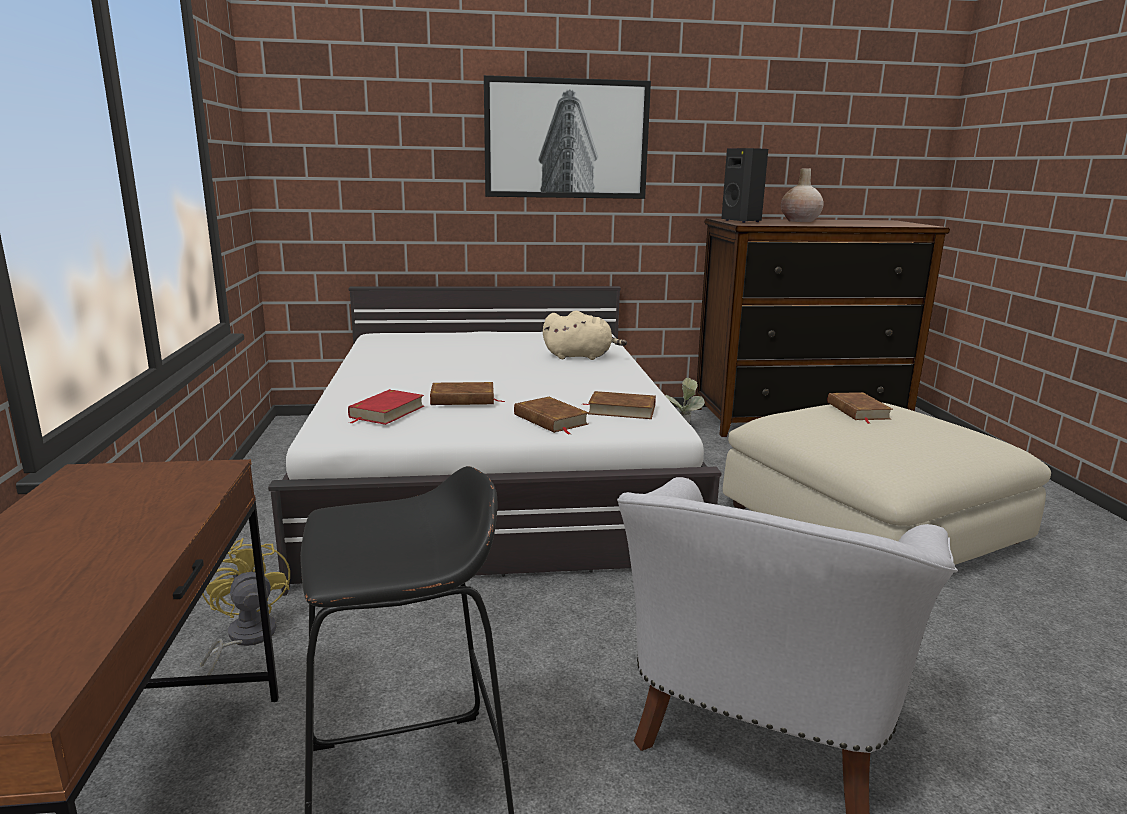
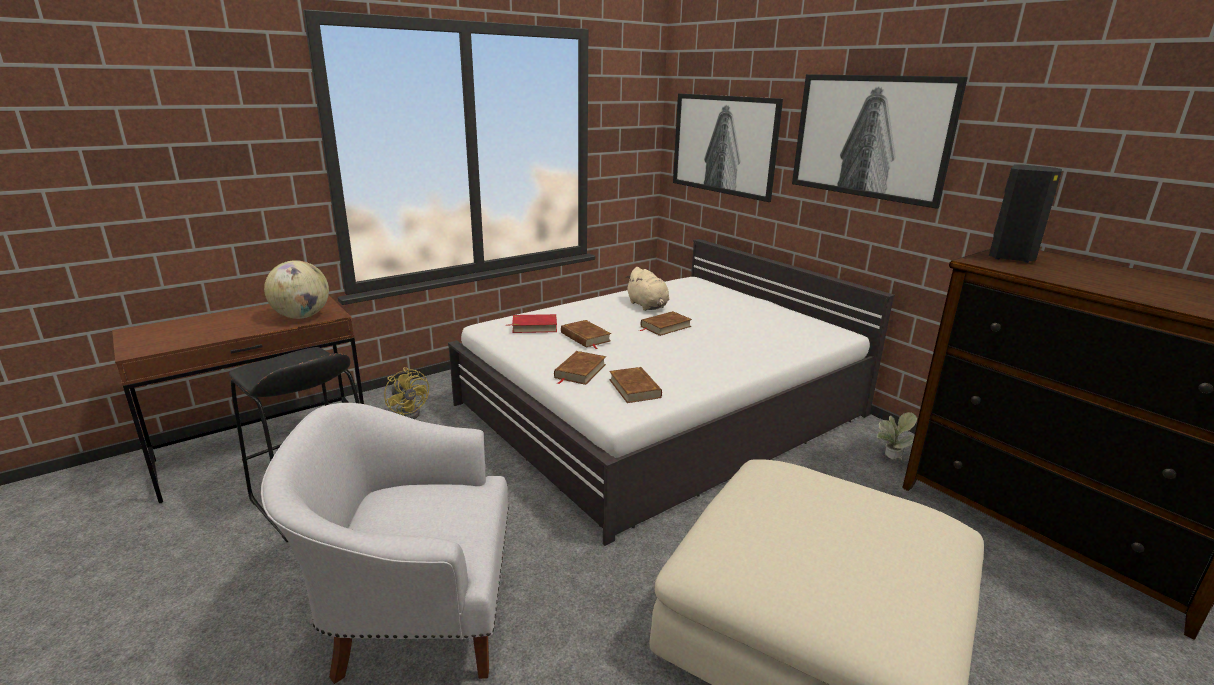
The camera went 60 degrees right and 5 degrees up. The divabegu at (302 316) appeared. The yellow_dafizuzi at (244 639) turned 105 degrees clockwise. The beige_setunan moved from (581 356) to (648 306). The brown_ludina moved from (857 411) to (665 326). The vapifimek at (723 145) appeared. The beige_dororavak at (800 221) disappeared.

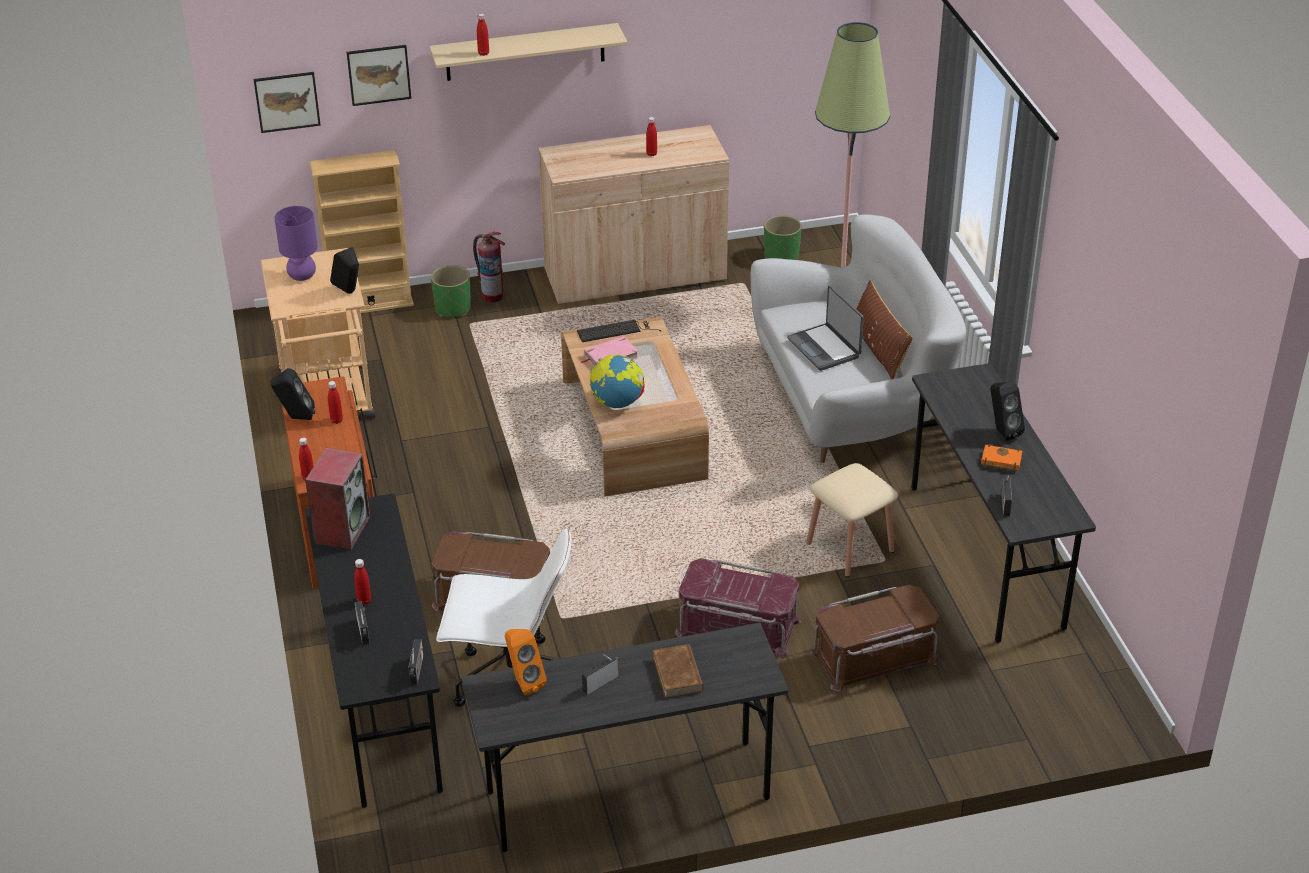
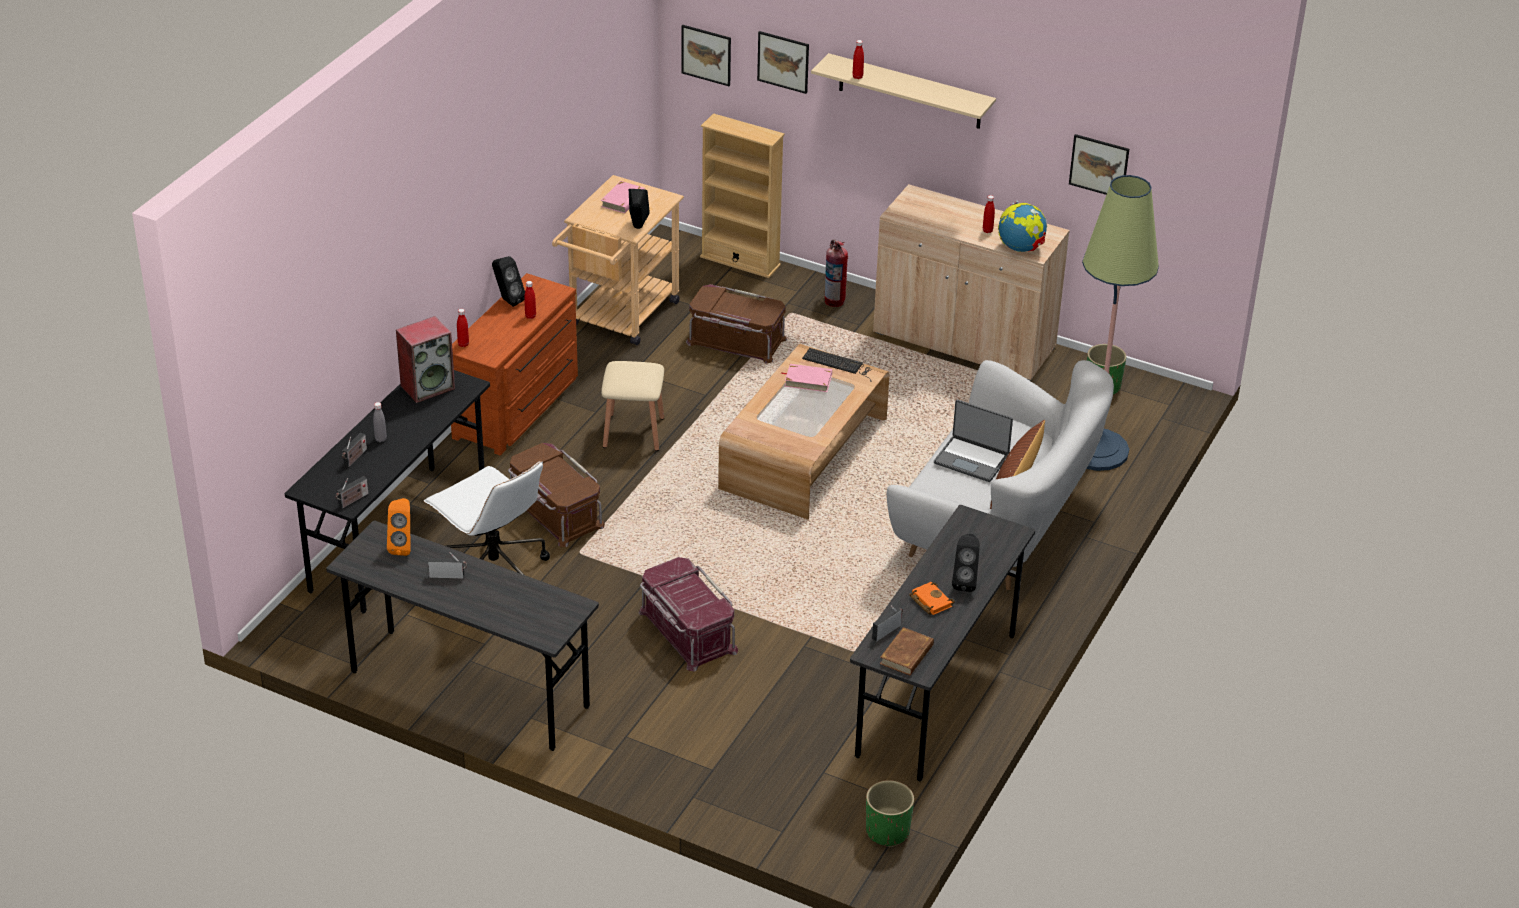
The camera went 40 degrees right and 0 degrees up. The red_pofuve at (364 601) became the grey_pofuve at (380 439). The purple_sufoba at (302 276) was replaced by the pink_ludina at (623 200). The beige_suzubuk moved from (850 547) to (633 432). The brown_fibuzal moved from (874 657) to (736 342). The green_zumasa moved from (453 308) to (888 831). The brown_ludina moved from (678 674) to (907 654). The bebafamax at (825 348) turned 75 degrees counterclockwise. The divabegu moved from (617 403) to (1021 248). The vapifimek at (1099 166) appeared.

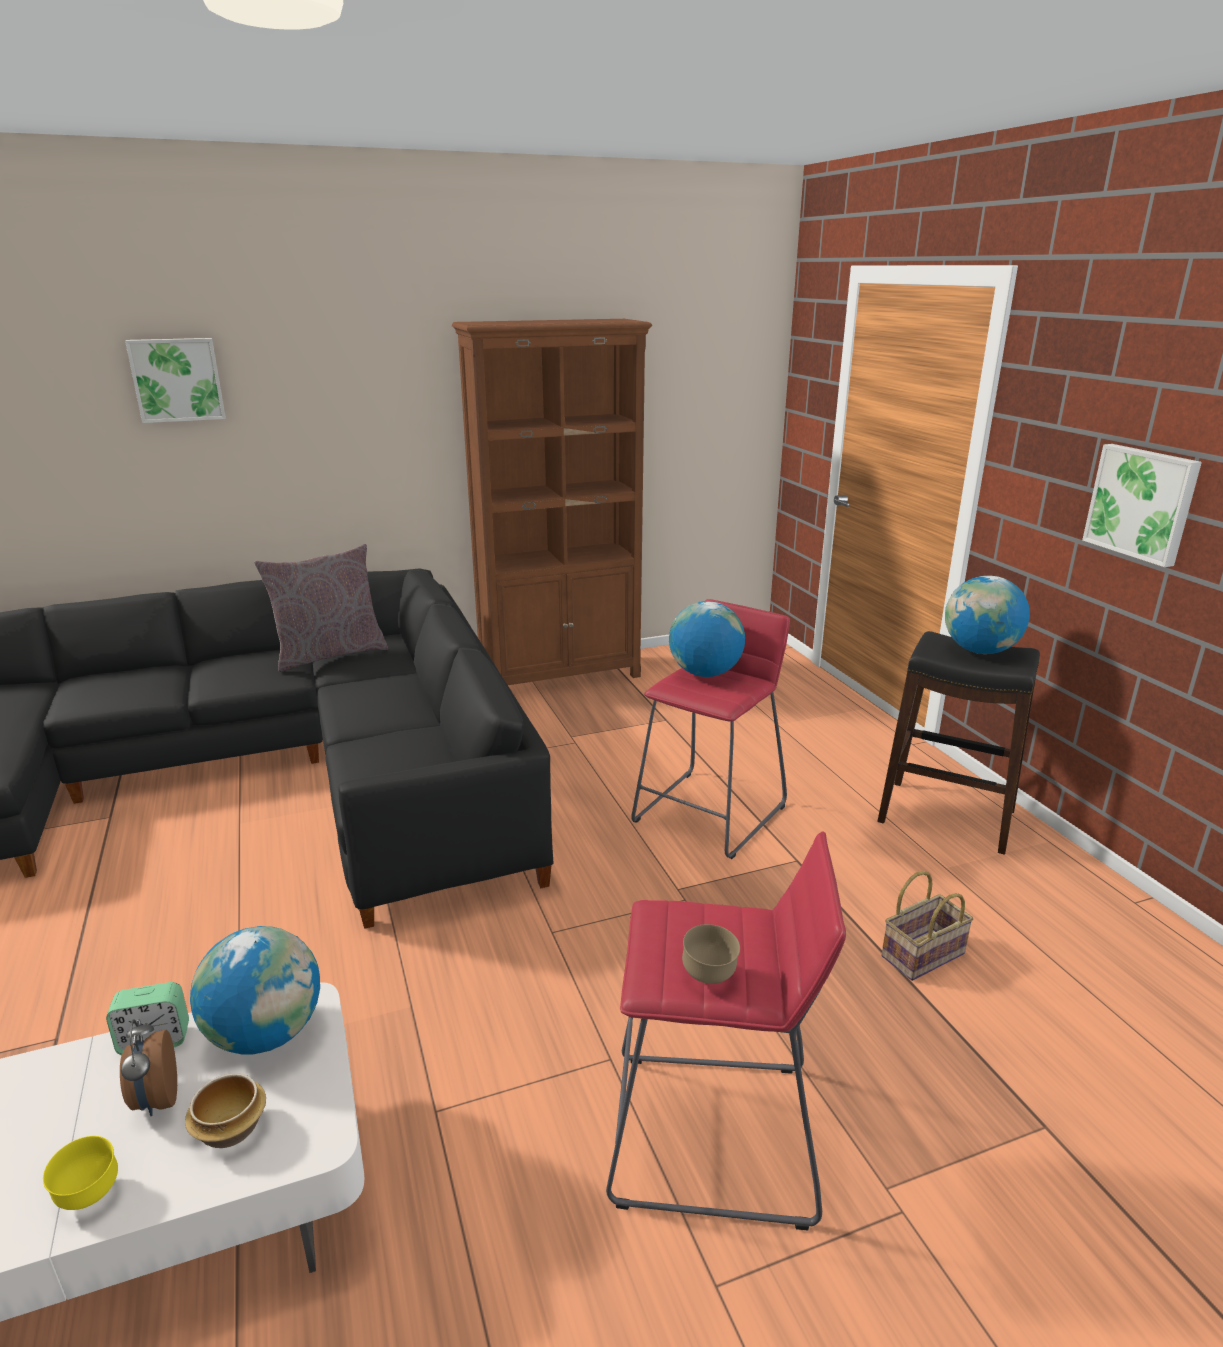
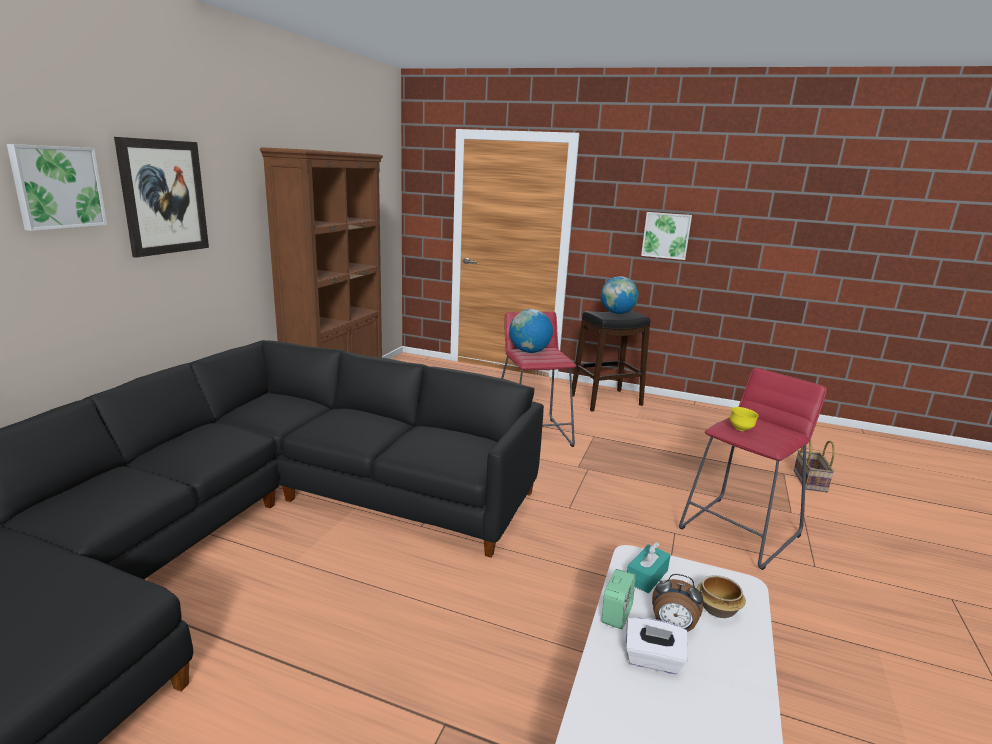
The camera went 50 degrees left and 5 degrees down. The vapifimek at (164 197) appeared. The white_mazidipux at (653 660) appeared. The divabegu at (266 1034) was replaced by the turquoise_mazidipux at (646 576). The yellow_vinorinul moved from (90 1196) to (741 429). The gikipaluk moved from (923 953) to (808 480). The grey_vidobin at (330 654) disappeared. The brown_vinorinul at (709 977) disappeared.

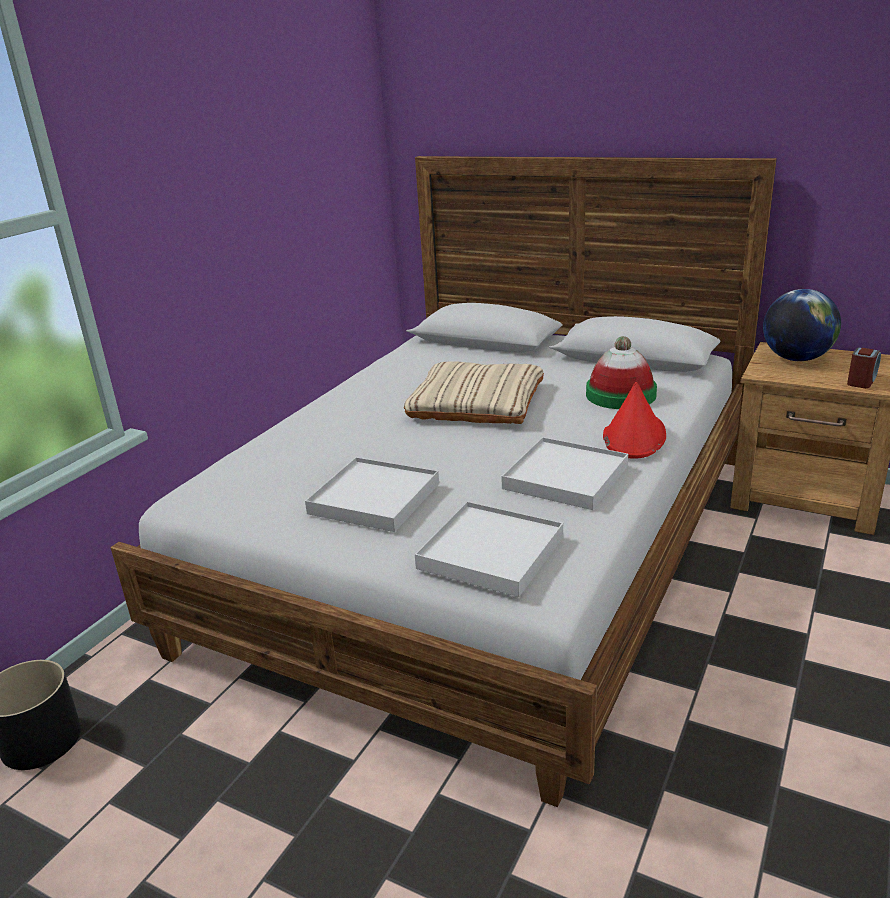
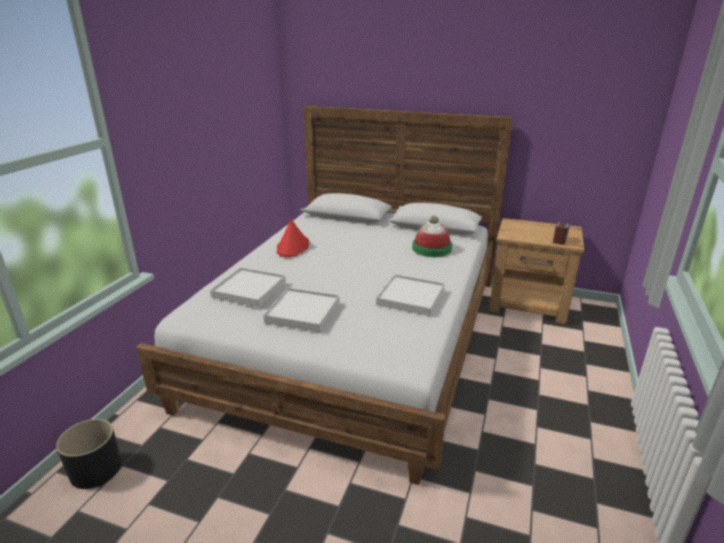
The camera went 10 degrees left and 0 degrees up. The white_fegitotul moved from (491 552) to (249 289). The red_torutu moved from (634 436) to (293 247). The beige_vidobin at (476 403) disappeared. The divabegu at (796 359) disappeared.

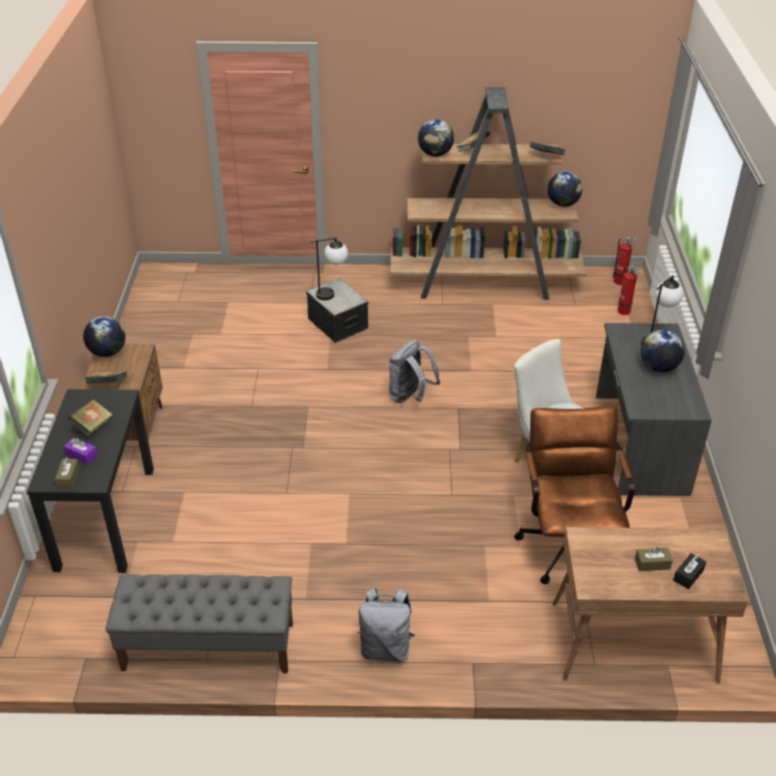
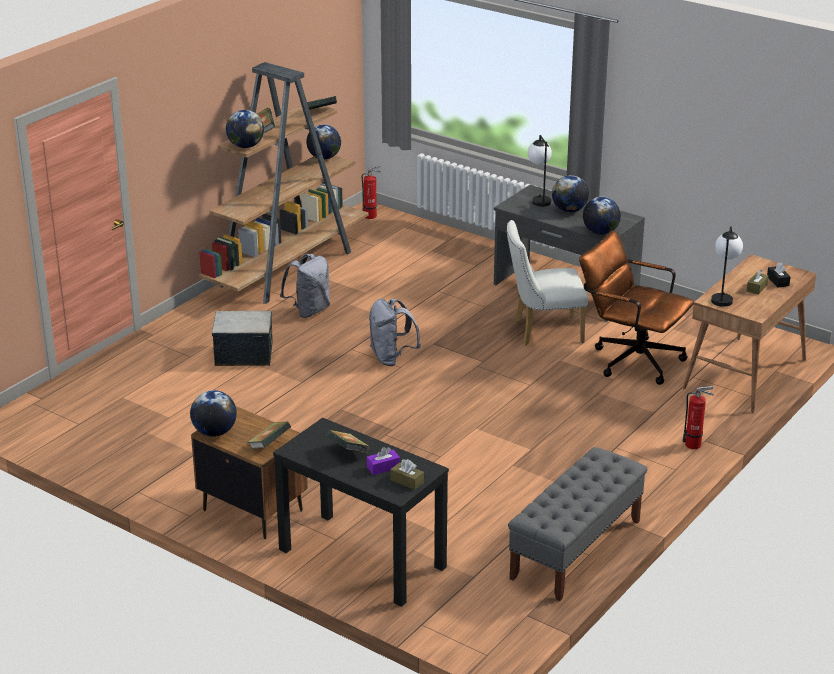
The camera went 55 degrees left and 10 degrees down. The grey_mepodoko moved from (385 648) to (309 311). The divabegu at (600 232) appeared. The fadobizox moved from (624 312) to (695 445). The sufoba moved from (332 293) to (722 297).

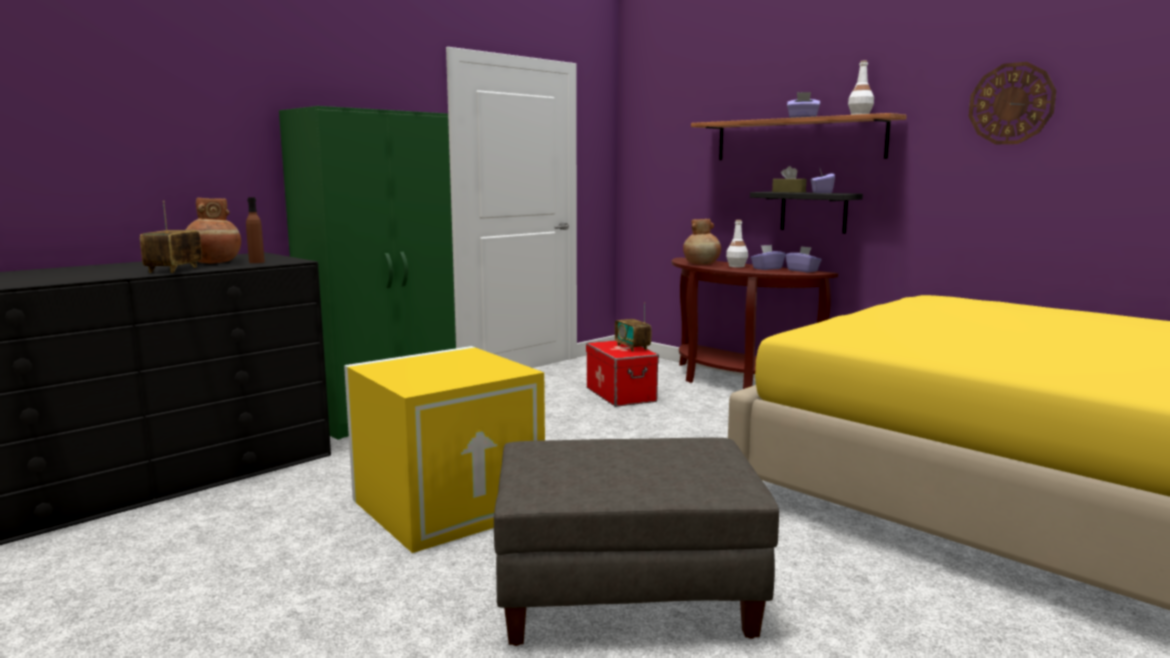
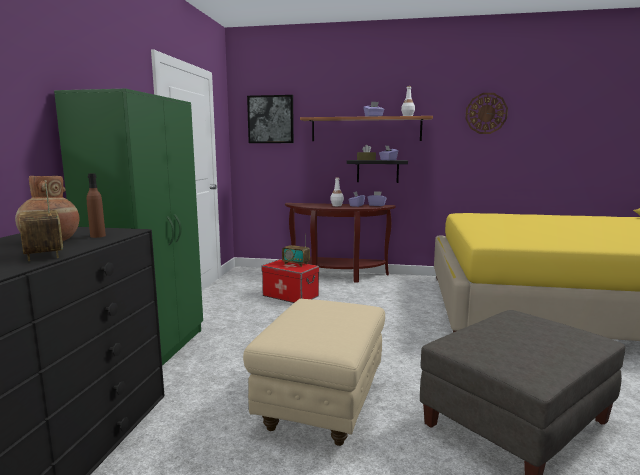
The camera went 35 degrees left and 0 degrees up. The yellow_fibuzal at (448 504) was replaced by the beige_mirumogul at (321 404). The vapifimek at (271 119) appeared. The brown_dororavak at (702 264) disappeared.

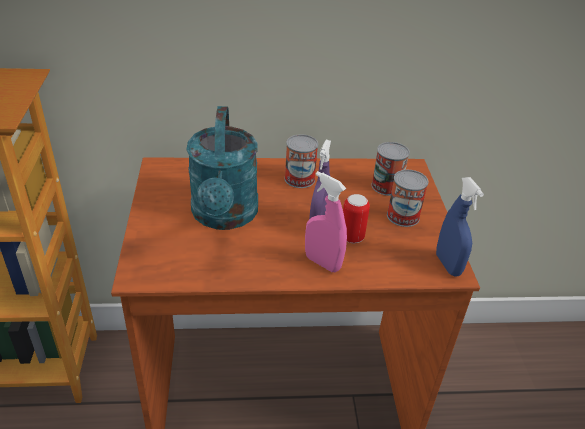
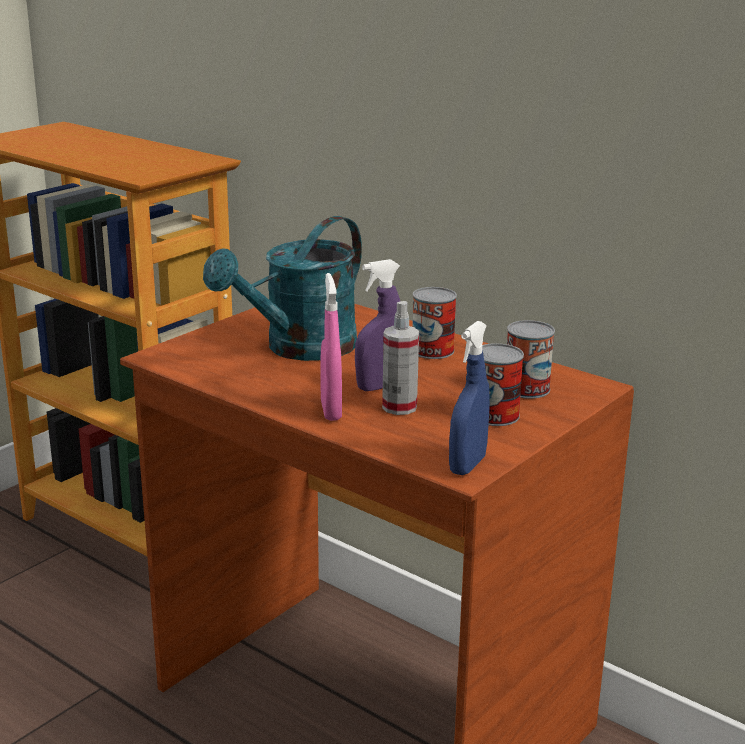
The camera went 45 degrees right and 15 degrees down. The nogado at (351 237) was replaced by the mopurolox at (399 407).

